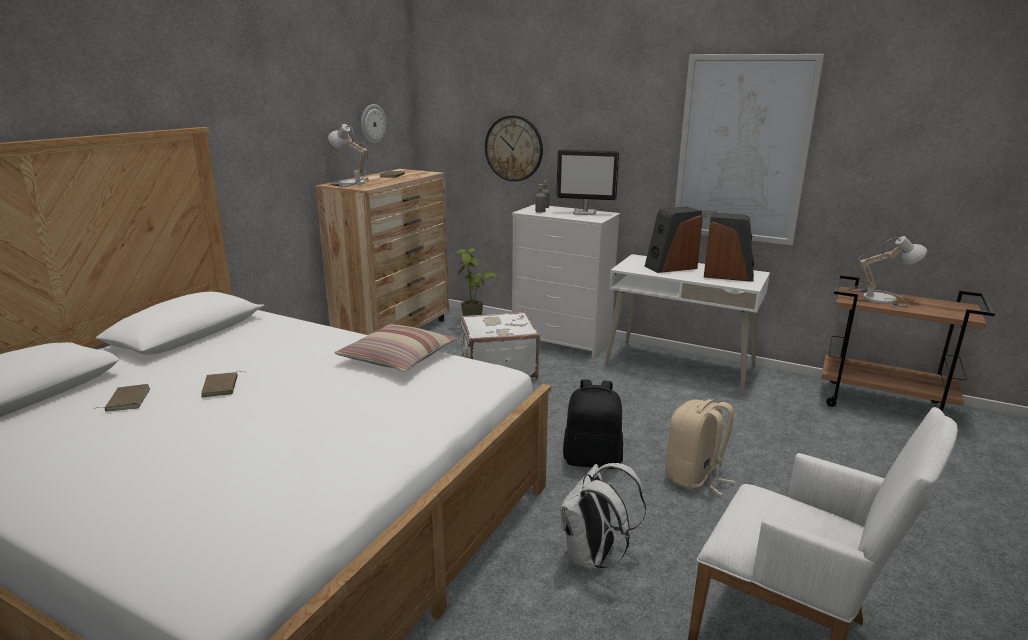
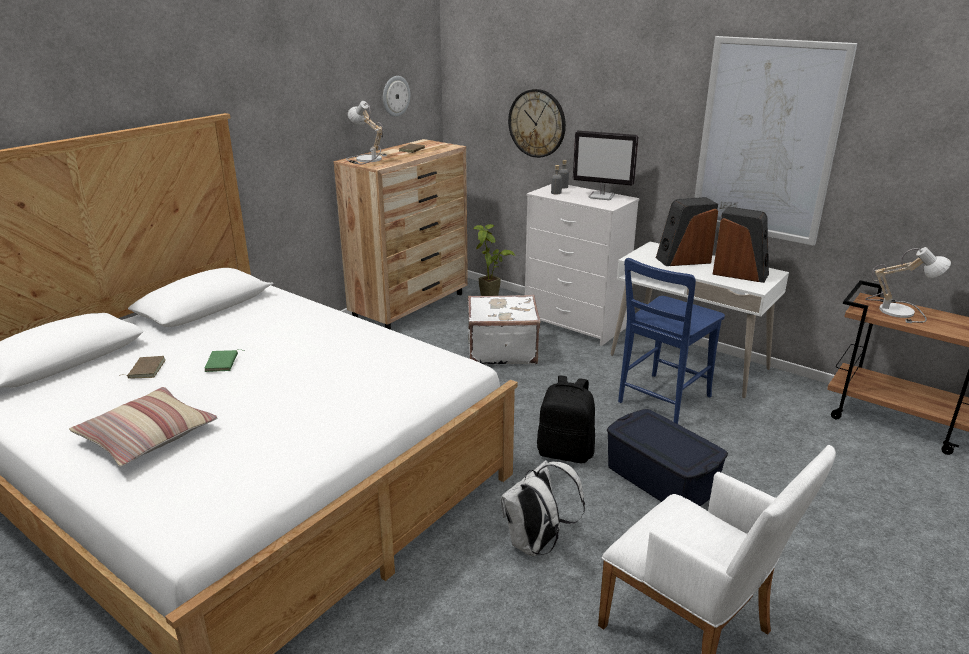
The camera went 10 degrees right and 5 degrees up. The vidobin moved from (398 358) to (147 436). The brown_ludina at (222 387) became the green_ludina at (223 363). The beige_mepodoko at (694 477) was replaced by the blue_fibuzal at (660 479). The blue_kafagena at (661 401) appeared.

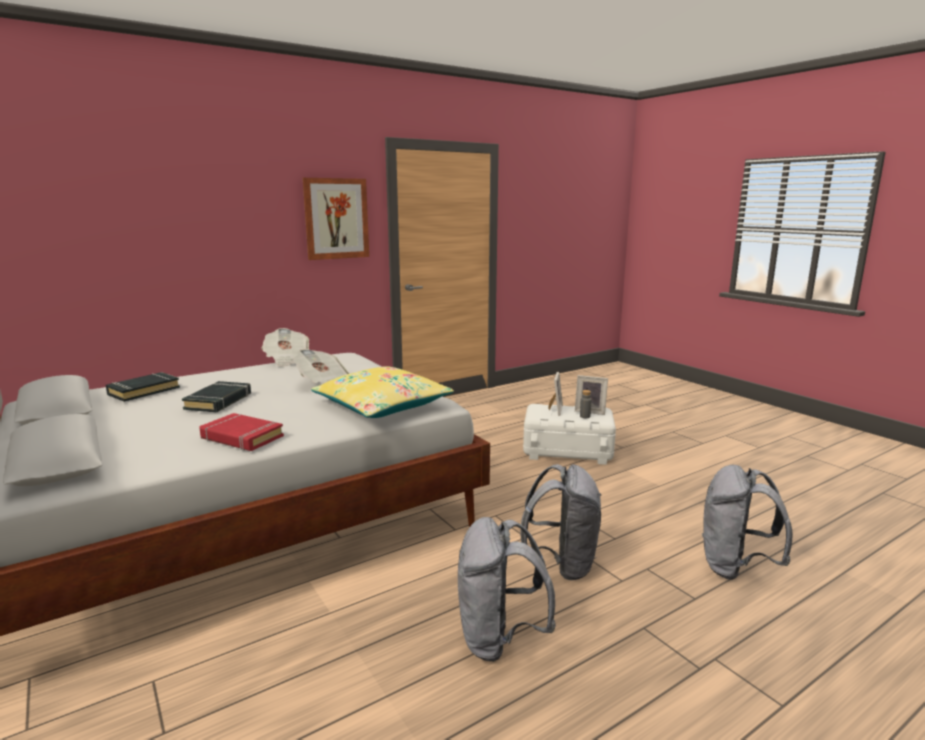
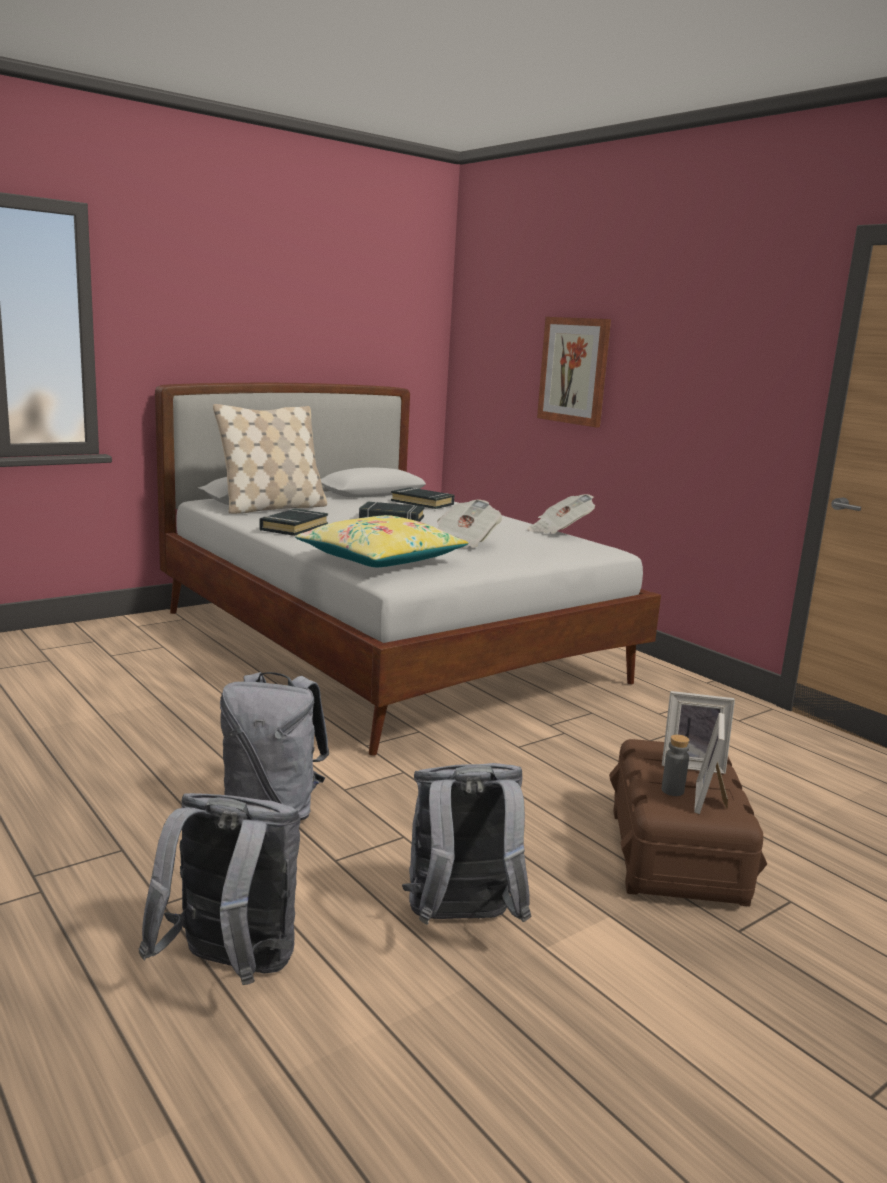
The camera went 85 degrees right and 0 degrees up. The beige_vidobin at (272 508) appeared. The red_ludina at (241 437) became the black_ludina at (293 527). The grey_mepodoko moved from (499 639) to (460 922). The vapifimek moved from (336 218) to (574 371). The white_fibuzal at (567 450) became the brown_fibuzal at (677 854).

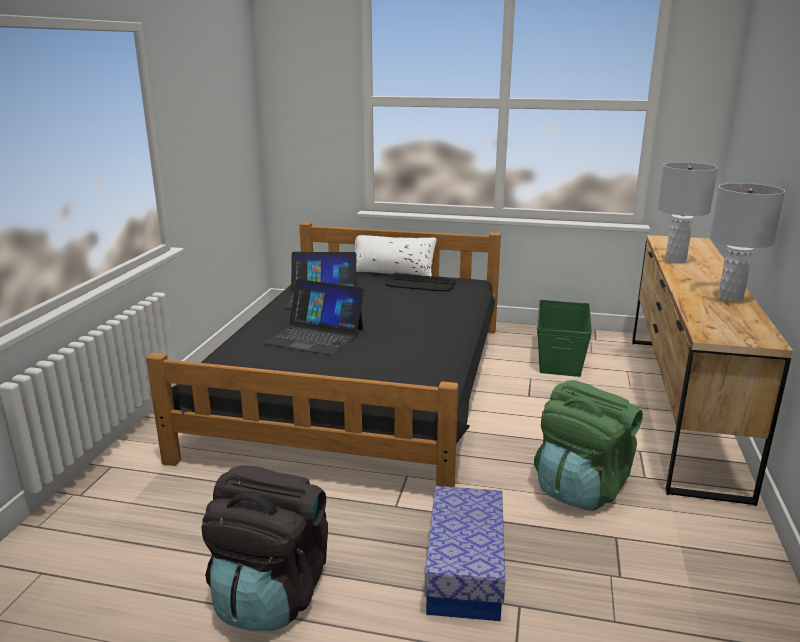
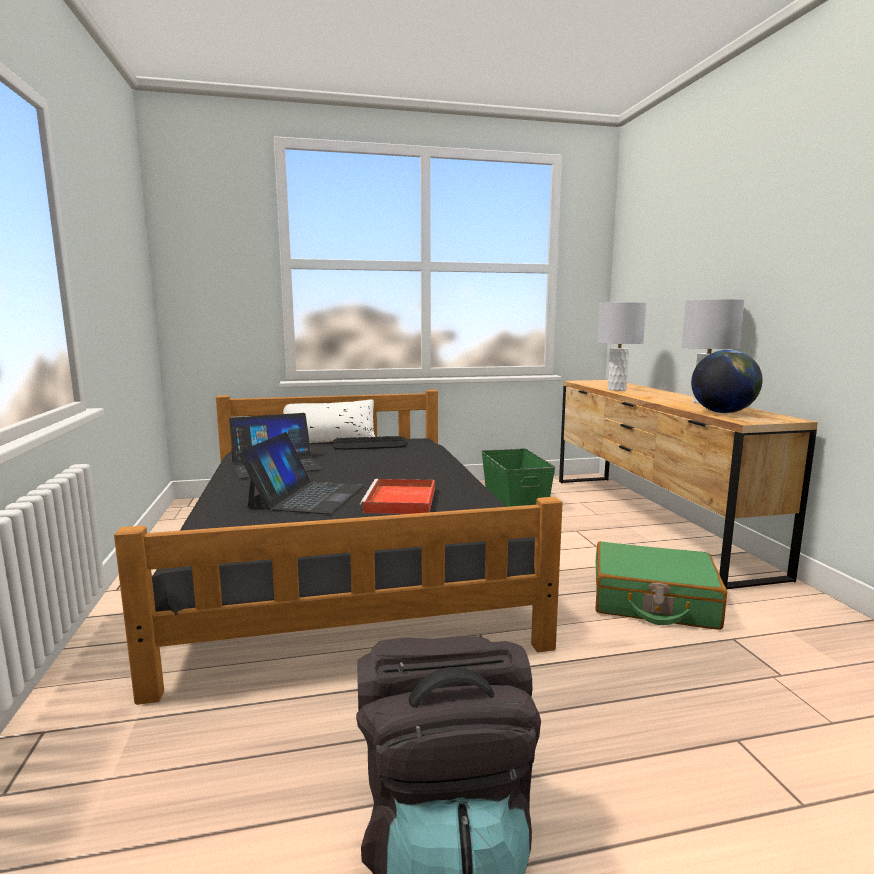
The camera went 25 degrees left and 10 degrees down. The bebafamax at (315 336) turned 75 degrees counterclockwise. The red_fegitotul at (401 501) appeared. The green_mepodoko at (581 487) was replaced by the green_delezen at (653 601). The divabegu at (722 412) appeared. The fibuzal at (465 569) disappeared.

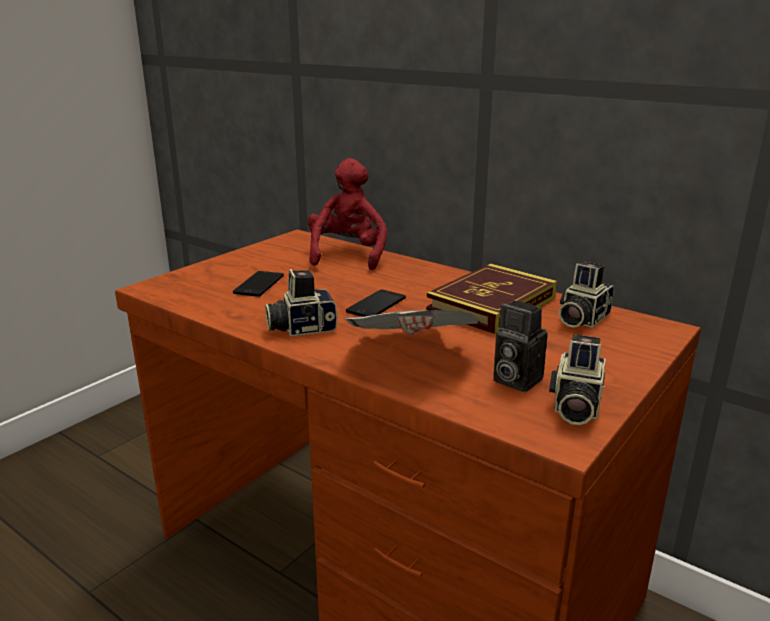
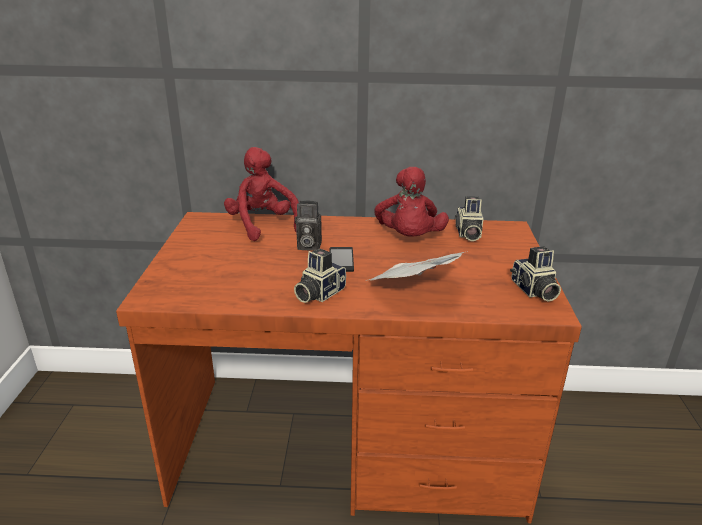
The camera went 35 degrees left and 5 degrees up. The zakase moved from (514 380) to (307 246). The ludina at (492 304) was replaced by the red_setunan at (409 238). The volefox at (259 284) disappeared.

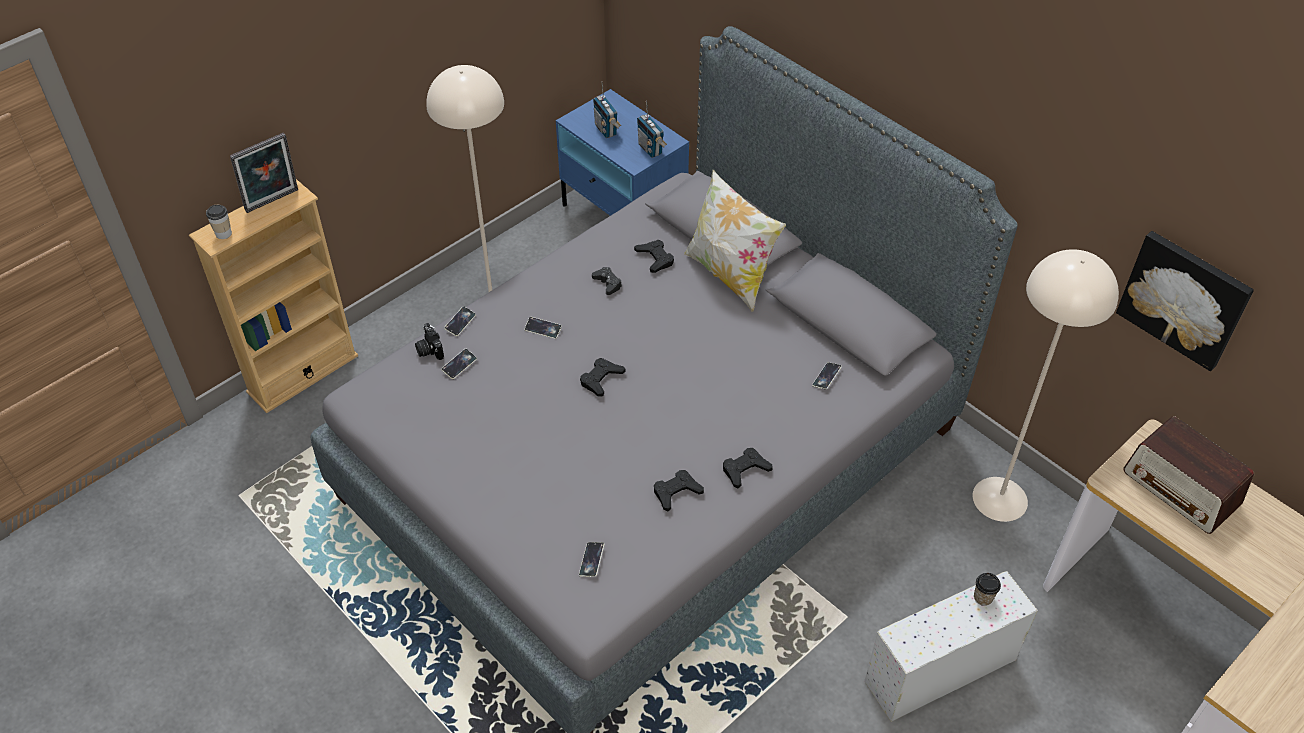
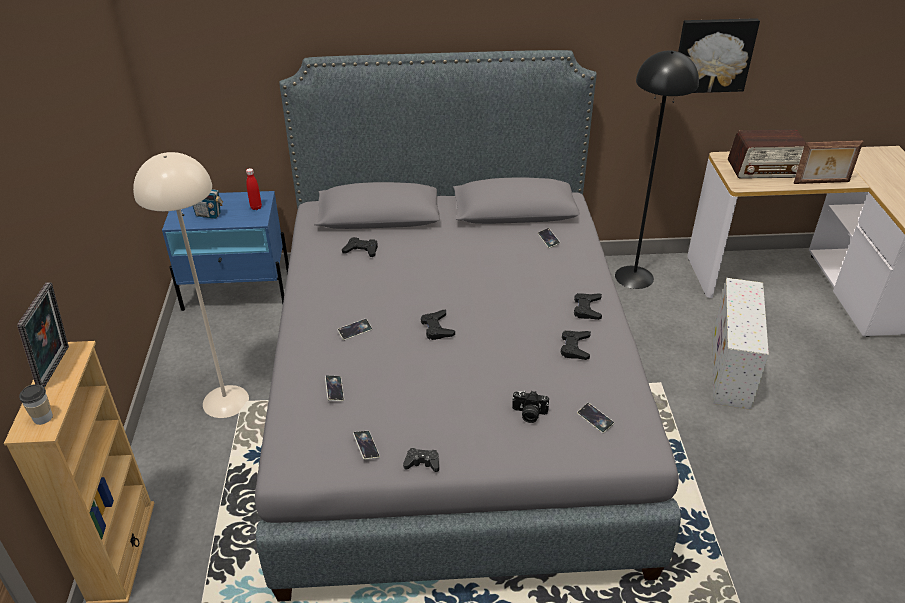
The camera went 50 degrees left and 10 degrees down. The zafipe at (650 149) was replaced by the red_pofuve at (256 207). The volefox moved from (460 323) to (366 446). The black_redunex moved from (607 283) to (422 463). The zakase moved from (429 350) to (529 414). The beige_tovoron at (1000 499) became the black_tovoron at (634 277). The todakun at (821 183) appeared. The vidobin at (730 275) disappeared. The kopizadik at (983 597) disappeared.

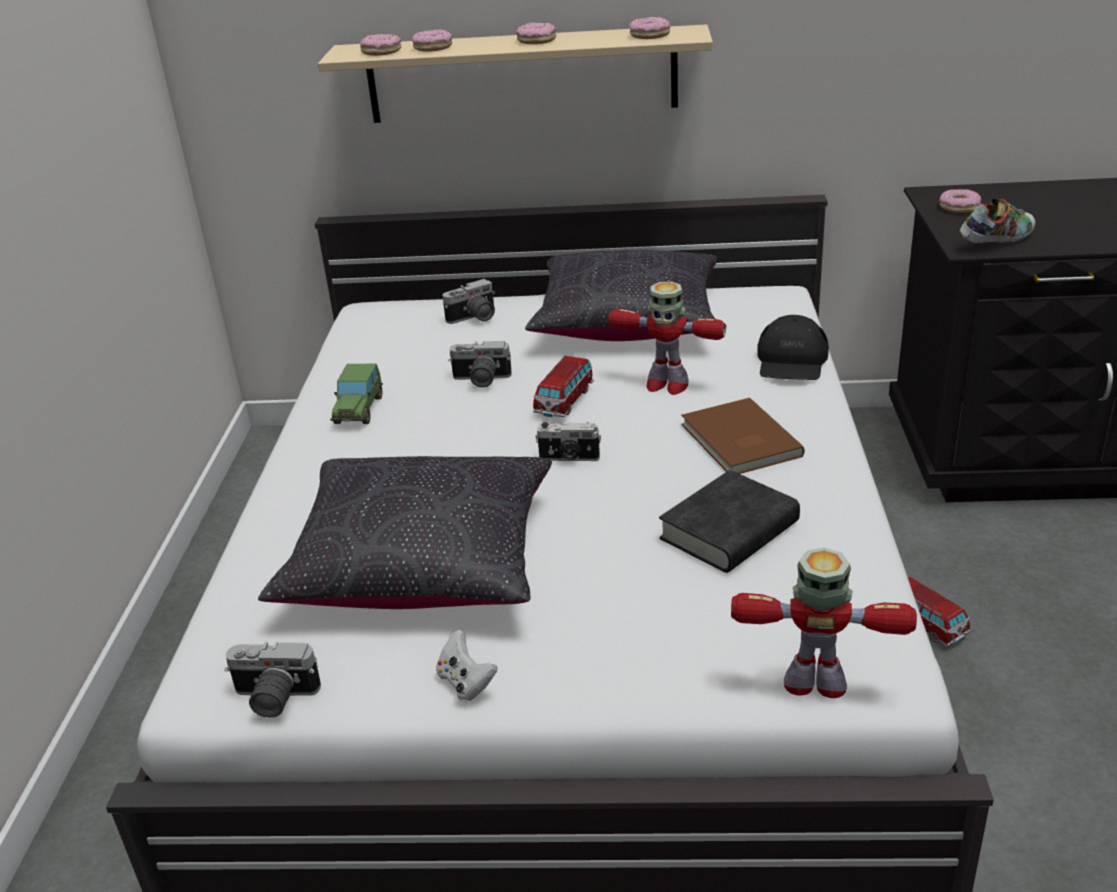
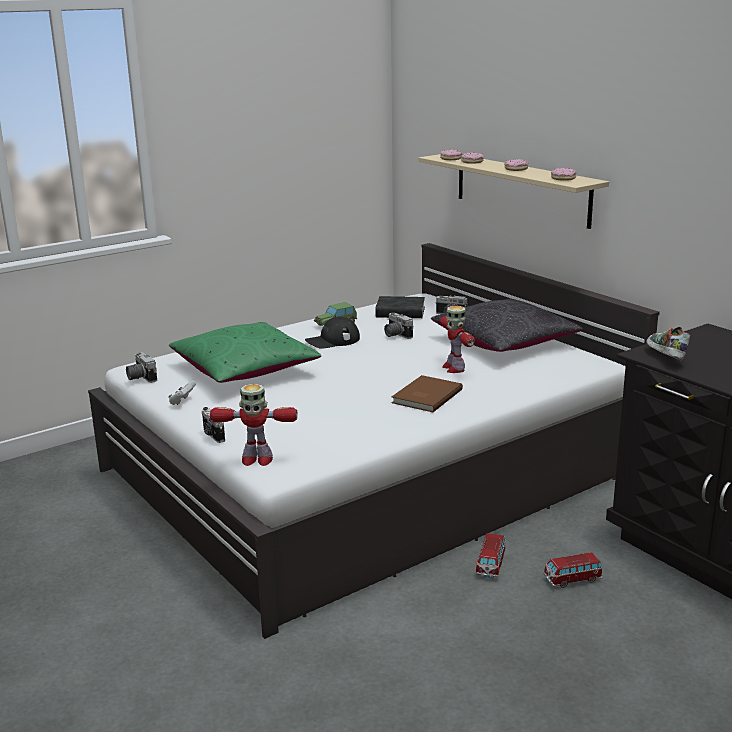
The camera went 50 degrees right and 10 degrees down. The black_vidobin at (421 561) became the green_vidobin at (244 370). The zakase moved from (569 458) to (213 435). The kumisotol at (816 684) turned 120 degrees clockwise. The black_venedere moved from (791 361) to (332 340). The black_ludina moved from (729 531) to (400 312). The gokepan moved from (564 401) to (572 579). The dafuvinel at (996 242) turned 120 degrees counterclockwise. The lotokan at (959 207) disappeared.

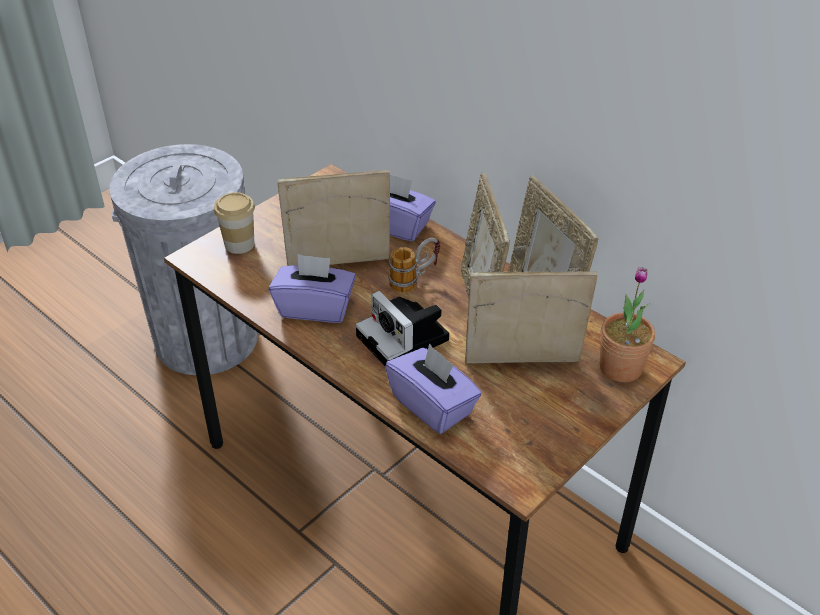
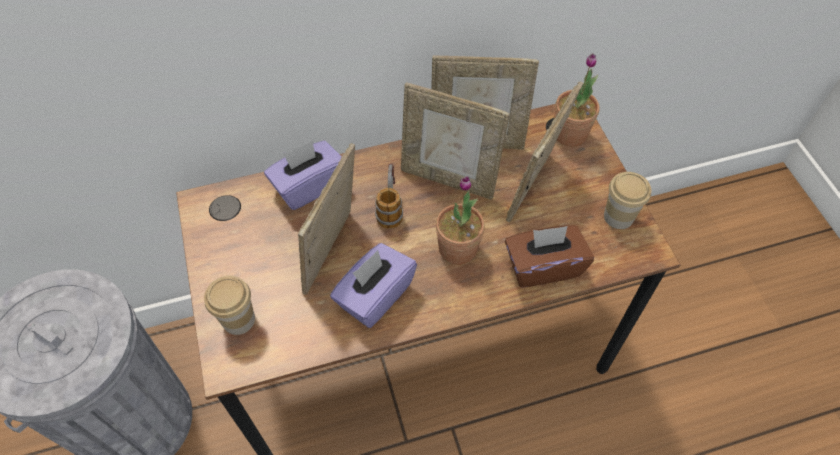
The camera went 60 degrees left and 15 degrees up. The zakase at (405 339) was replaced by the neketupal at (458 248). The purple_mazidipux at (433 405) became the brown_mazidipux at (543 266). The kopizadik at (618 216) appeared.

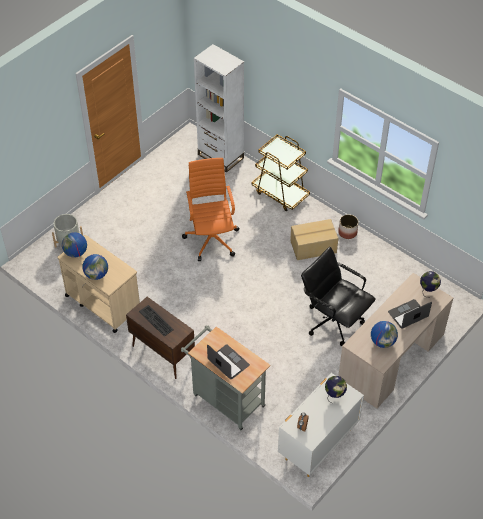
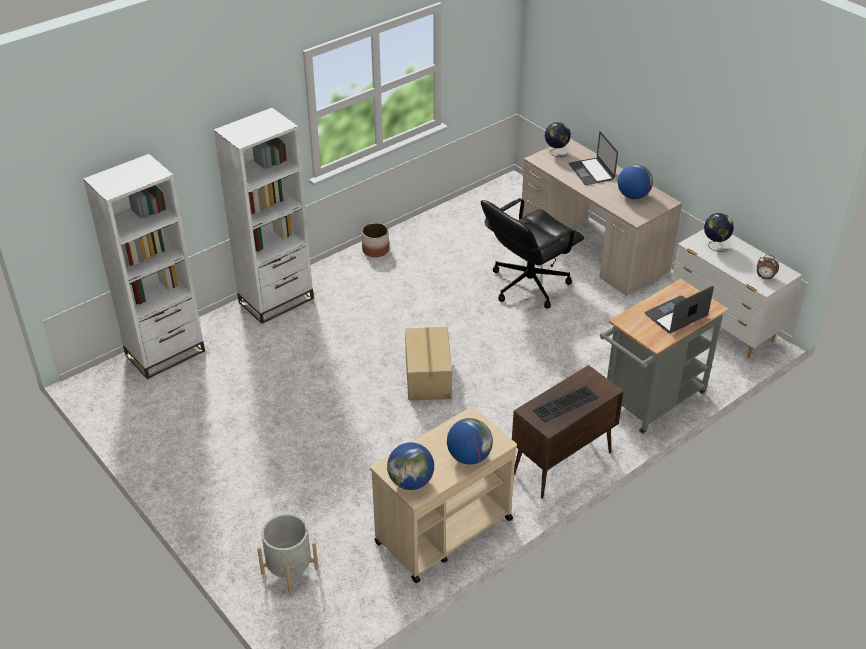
The camera went 80 degrees left and 10 degrees down. The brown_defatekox at (280 193) was replaced by the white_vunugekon at (276 300). The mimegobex moved from (313 247) to (429 376). The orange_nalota at (212 238) disappeared.

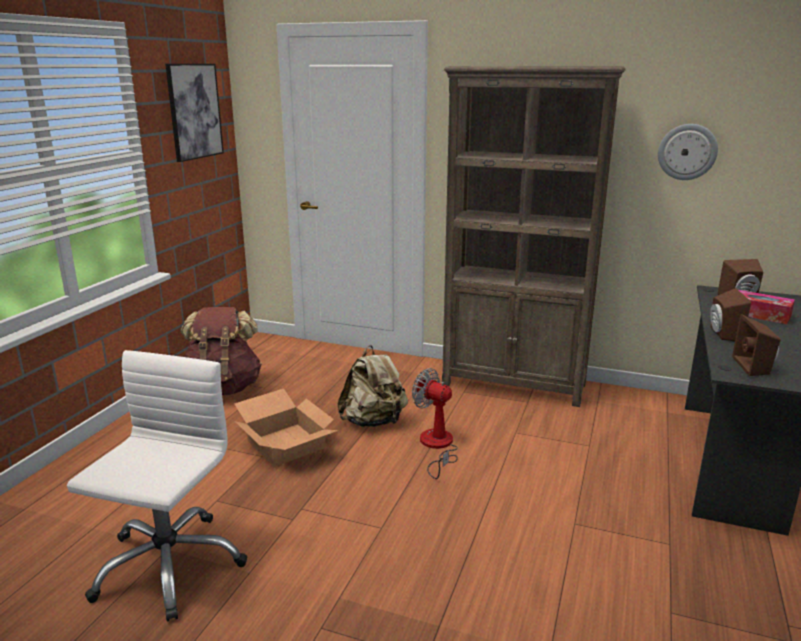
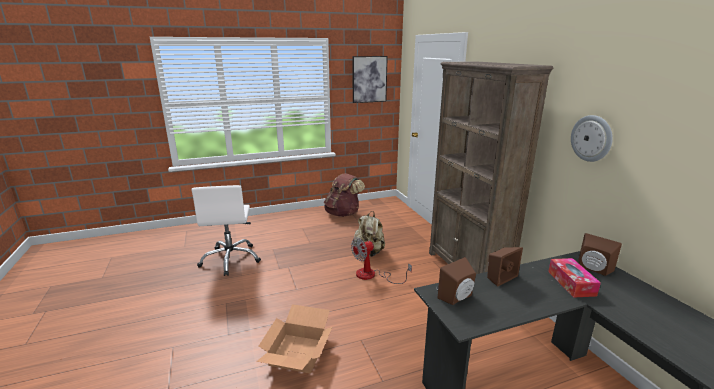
The camera went 50 degrees right and 0 degrees up. The white_nalota at (168 565) turned 105 degrees clockwise. The mimegobex moved from (287 444) to (298 353). The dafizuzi at (437 446) turned 120 degrees counterclockwise.

